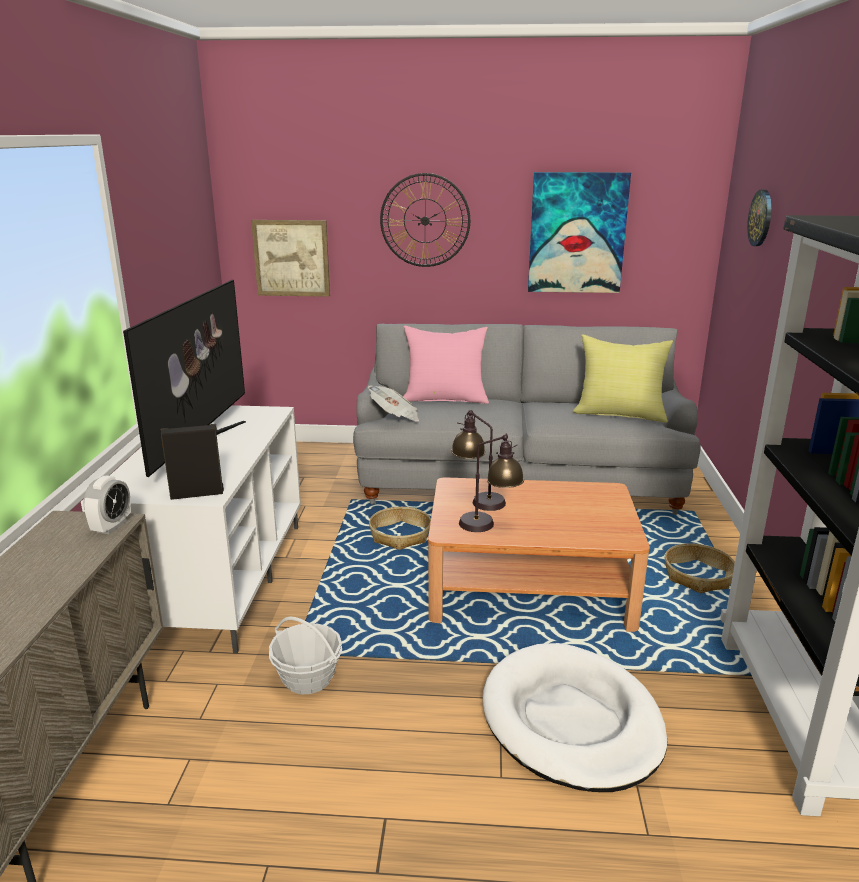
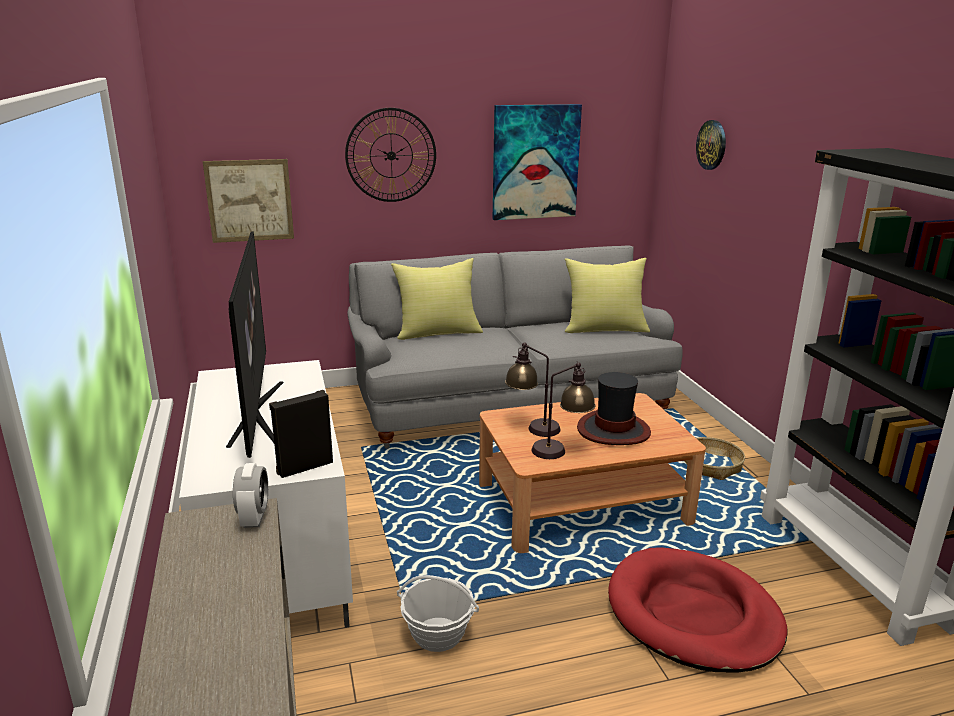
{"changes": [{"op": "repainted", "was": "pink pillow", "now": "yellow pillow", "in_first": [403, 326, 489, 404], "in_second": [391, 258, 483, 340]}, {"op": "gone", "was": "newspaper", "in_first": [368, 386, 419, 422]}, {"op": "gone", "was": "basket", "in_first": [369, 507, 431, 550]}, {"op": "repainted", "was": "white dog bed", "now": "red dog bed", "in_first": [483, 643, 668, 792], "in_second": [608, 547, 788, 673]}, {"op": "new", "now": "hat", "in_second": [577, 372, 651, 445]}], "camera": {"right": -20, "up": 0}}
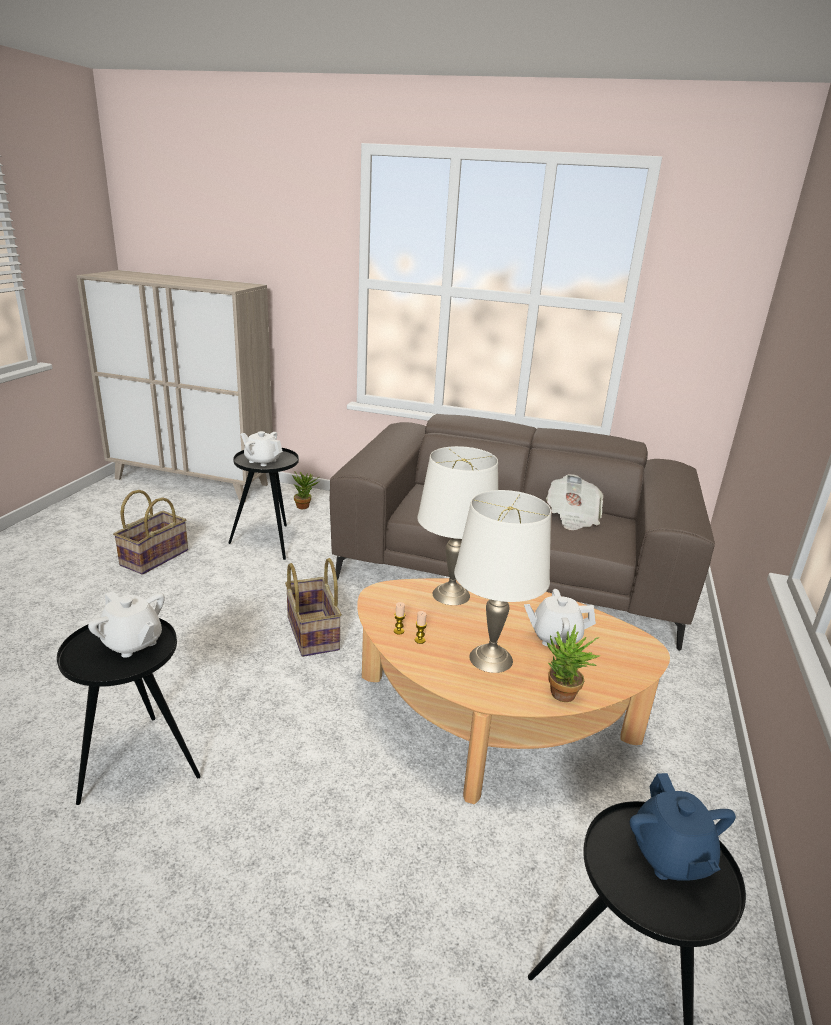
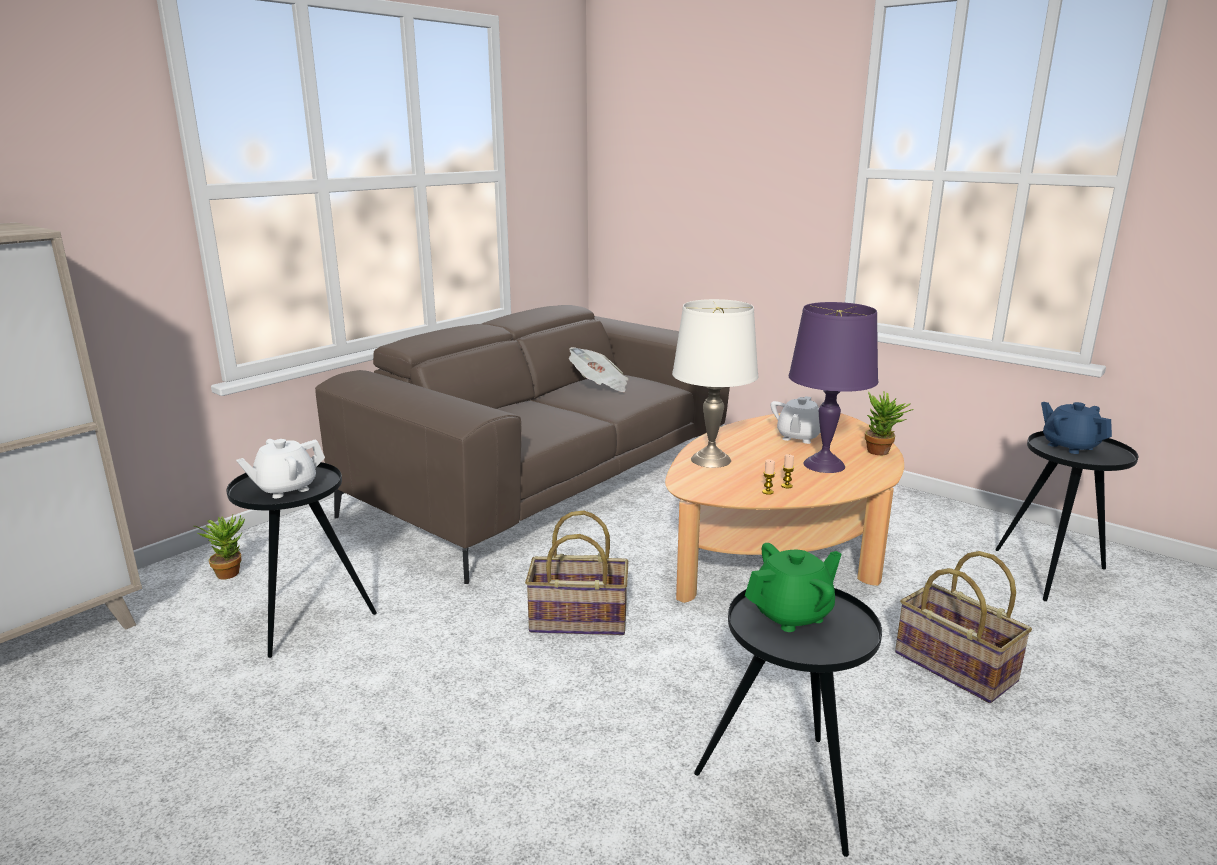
{"changes": [{"op": "shifted", "was": "basket", "in_first": [113, 490, 188, 575], "in_second": [895, 551, 1032, 703]}, {"op": "repainted", "was": "white table lamp", "now": "purple table lamp", "in_first": [454, 490, 551, 673], "in_second": [789, 302, 878, 473]}, {"op": "repainted", "was": "white teapot", "now": "green teapot", "in_first": [88, 591, 165, 658], "in_second": [745, 543, 841, 632]}, {"op": "rotated", "was": "blue teapot", "in_first": [630, 773, 736, 881], "in_second": [1041, 402, 1112, 454], "clockwise": -135}], "camera": {"right": -65, "up": -5}}
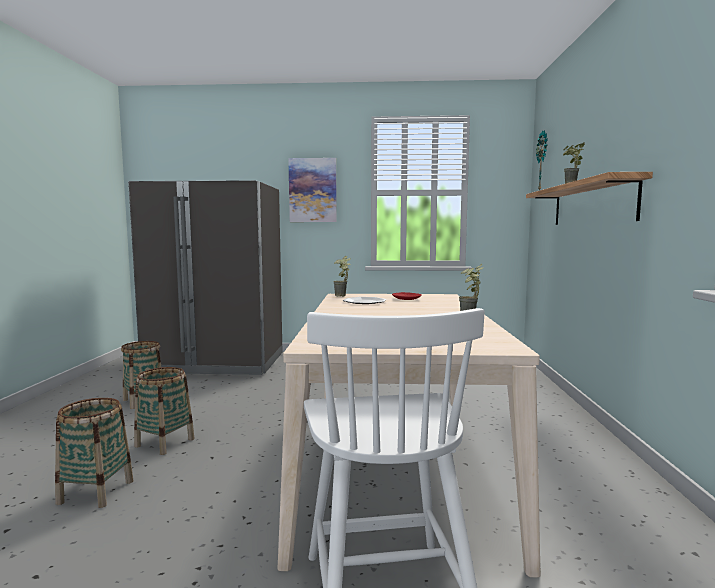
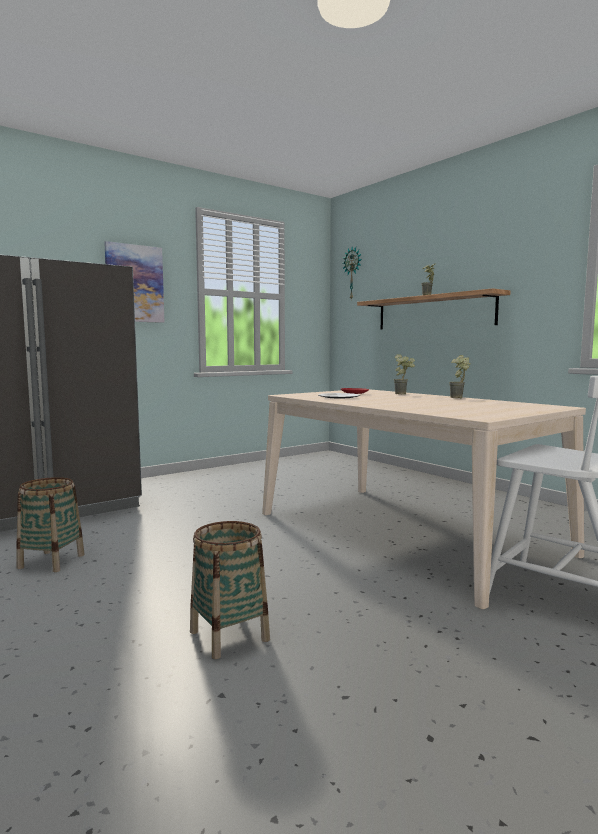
{"changes": [{"op": "shifted", "was": "potted plant", "in_first": [333, 256, 351, 296], "in_second": [394, 354, 415, 394]}, {"op": "gone", "was": "basket", "in_first": [134, 367, 195, 455]}], "camera": {"right": -40, "up": 0}}
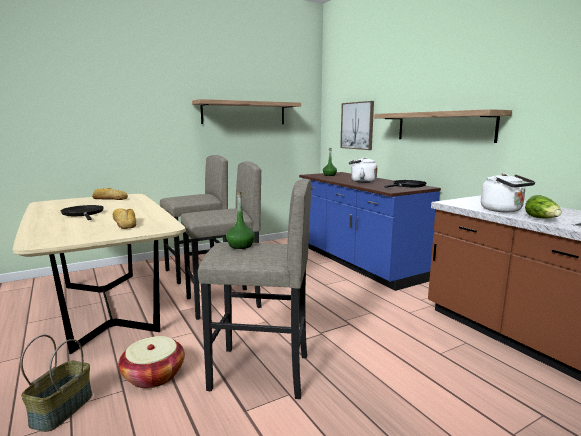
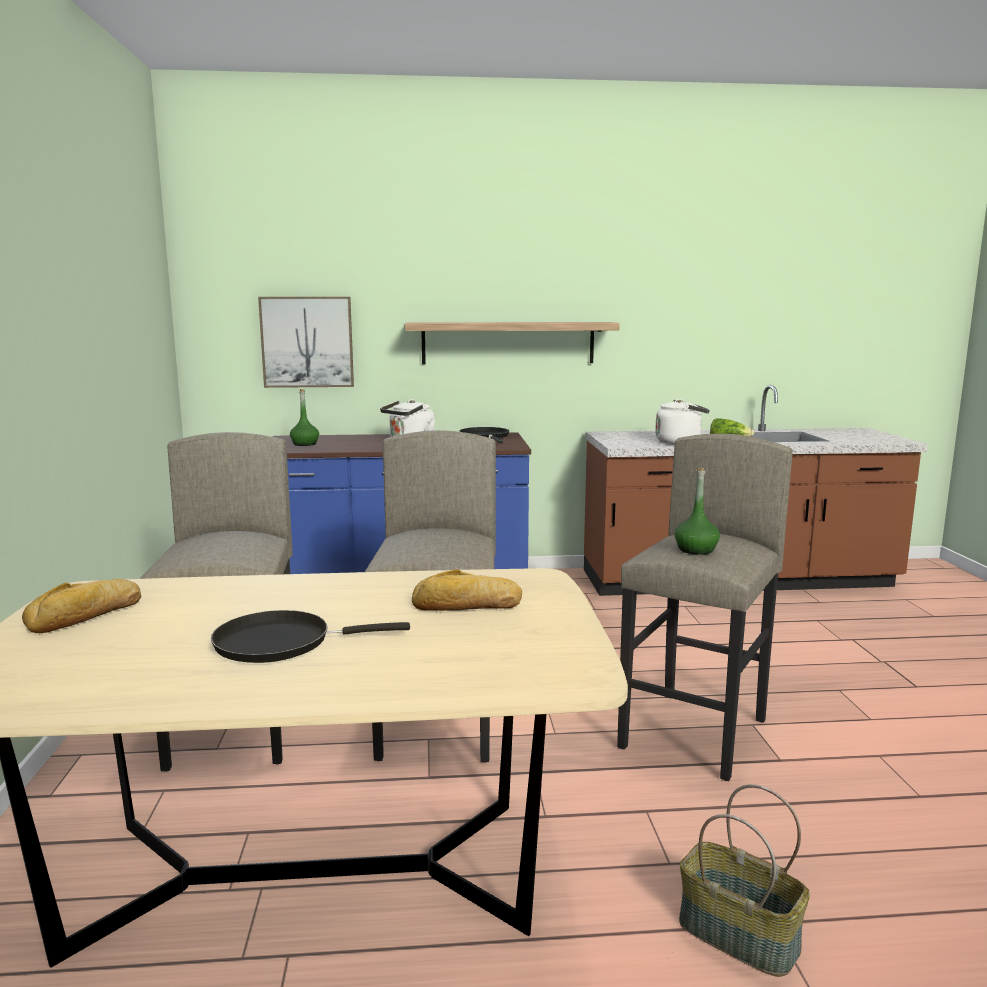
{"changes": [{"op": "gone", "was": "shelf", "in_first": [192, 99, 301, 124]}, {"op": "gone", "was": "basket", "in_first": [118, 336, 185, 388]}], "camera": {"right": -65, "up": 0}}
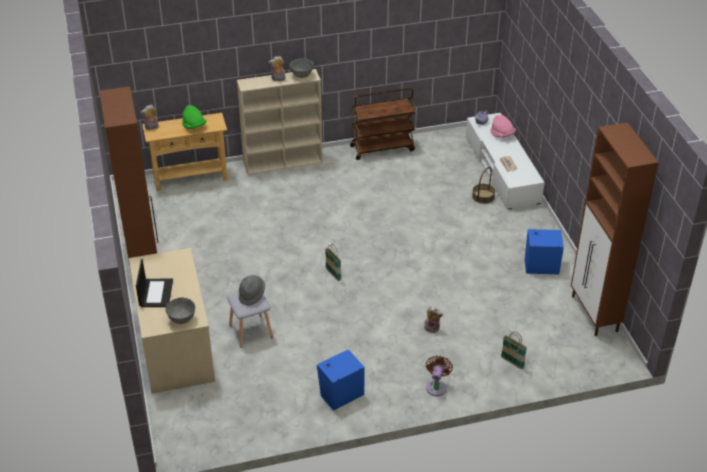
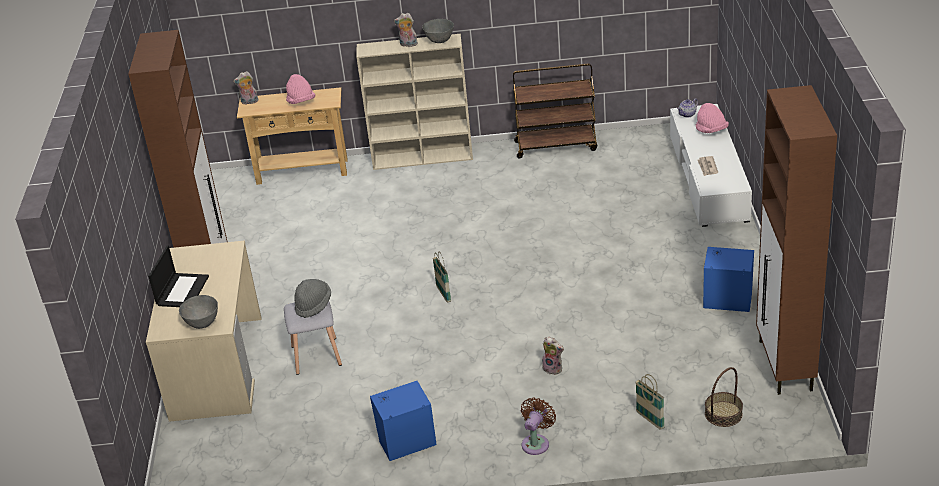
{"changes": [{"op": "repainted", "was": "green hat", "now": "pink hat", "in_first": [182, 105, 206, 129], "in_second": [286, 74, 316, 104]}, {"op": "shifted", "was": "basket", "in_first": [472, 167, 495, 204], "in_second": [705, 367, 743, 427]}], "camera": {"right": 15, "up": -5}}
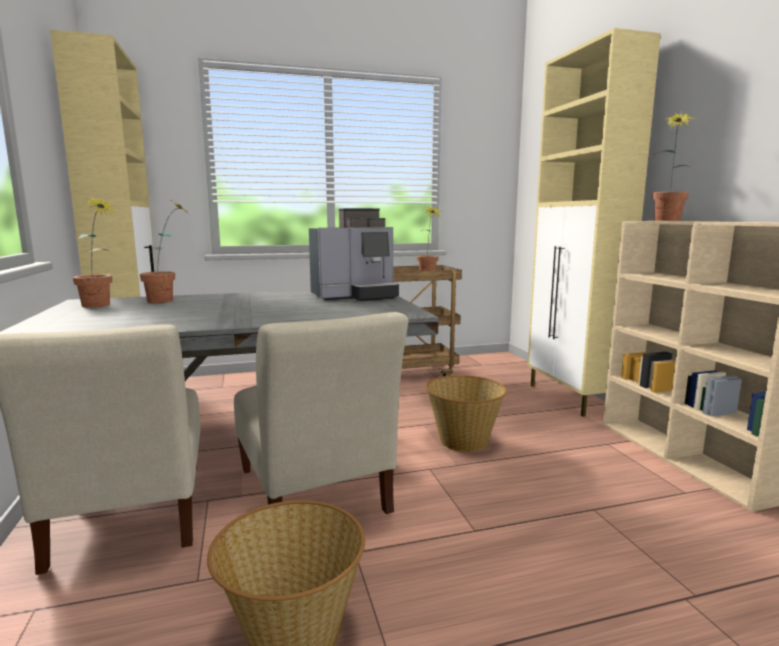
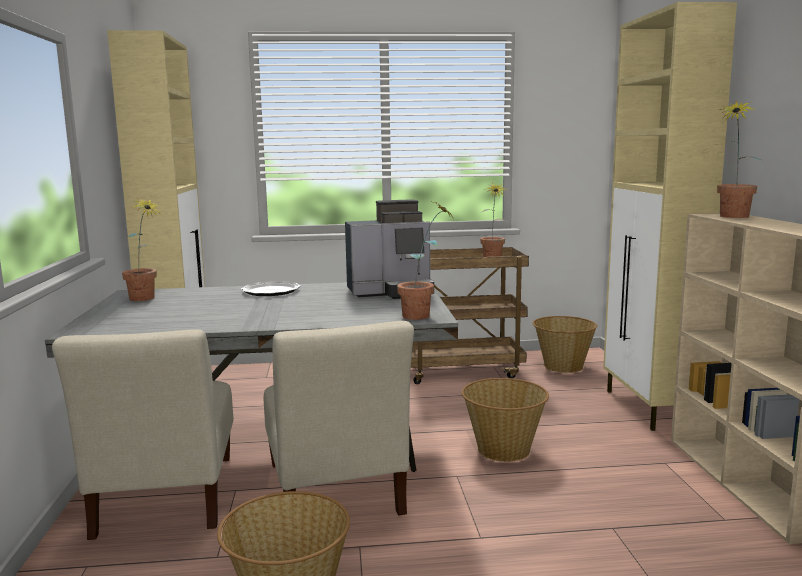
{"changes": [{"op": "shifted", "was": "potted plant", "in_first": [140, 200, 187, 303], "in_second": [397, 202, 453, 320]}, {"op": "new", "now": "plate", "in_second": [241, 281, 301, 296]}, {"op": "new", "now": "basket", "in_second": [532, 316, 597, 373]}], "camera": {"right": 10, "up": 0}}
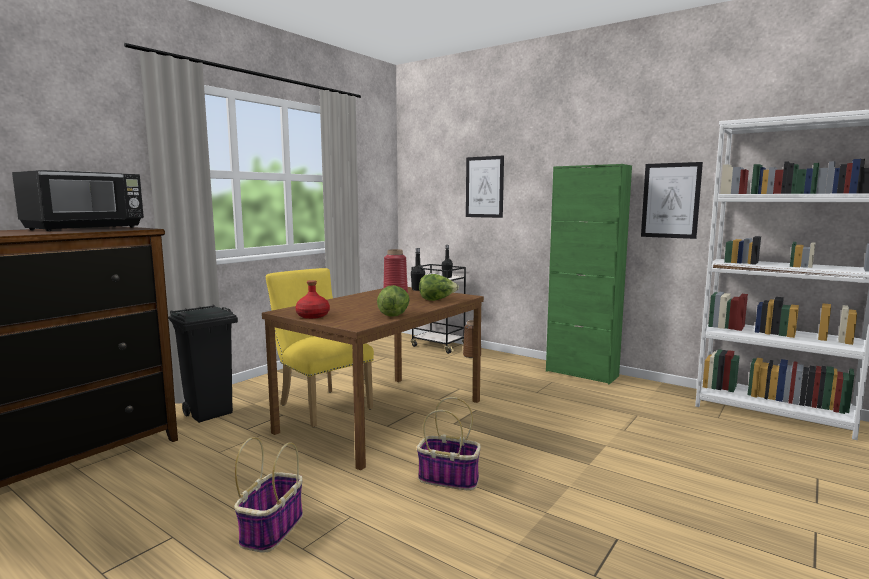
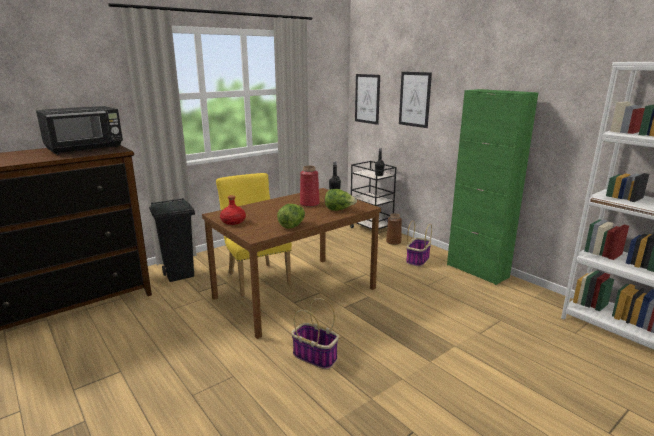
{"changes": [{"op": "shifted", "was": "picture", "in_first": [641, 162, 703, 239], "in_second": [355, 74, 380, 125]}, {"op": "shifted", "was": "basket", "in_first": [234, 437, 303, 553], "in_second": [406, 220, 432, 267]}], "camera": {"right": 15, "up": 10}}
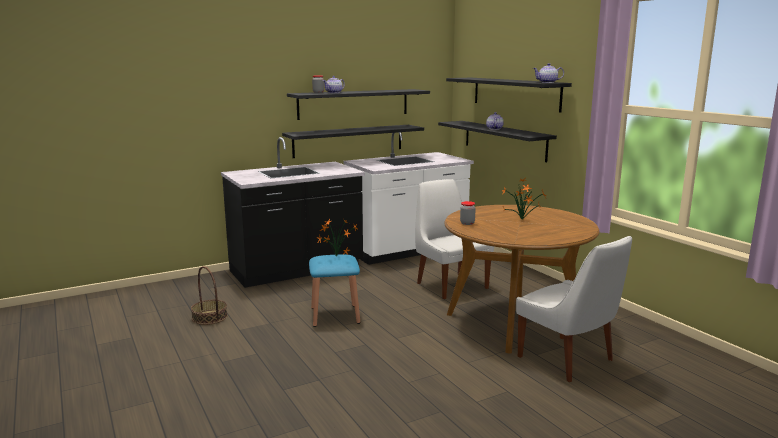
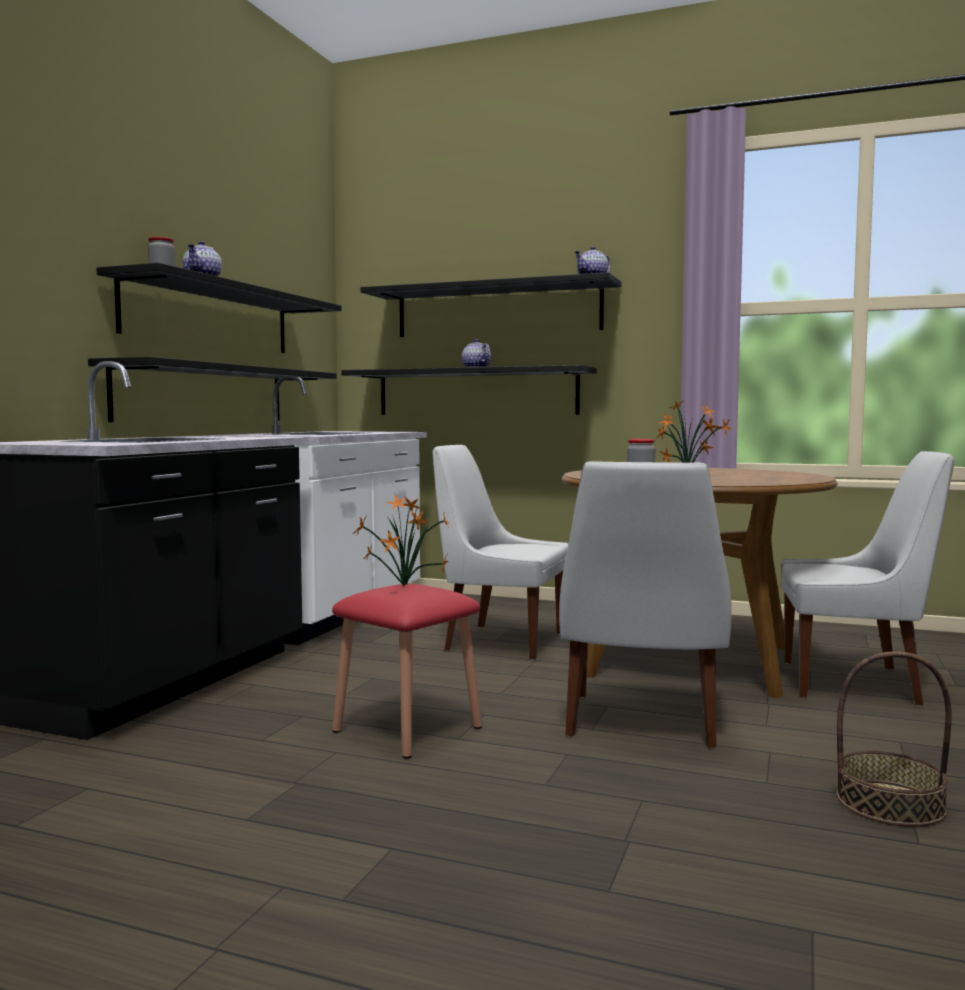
{"changes": [{"op": "repainted", "was": "blue stool", "now": "red stool", "in_first": [309, 254, 360, 327], "in_second": [332, 584, 482, 759]}, {"op": "shifted", "was": "basket", "in_first": [191, 266, 228, 325], "in_second": [836, 652, 952, 827]}, {"op": "new", "now": "white chair", "in_second": [559, 461, 732, 748]}], "camera": {"right": -40, "up": -10}}
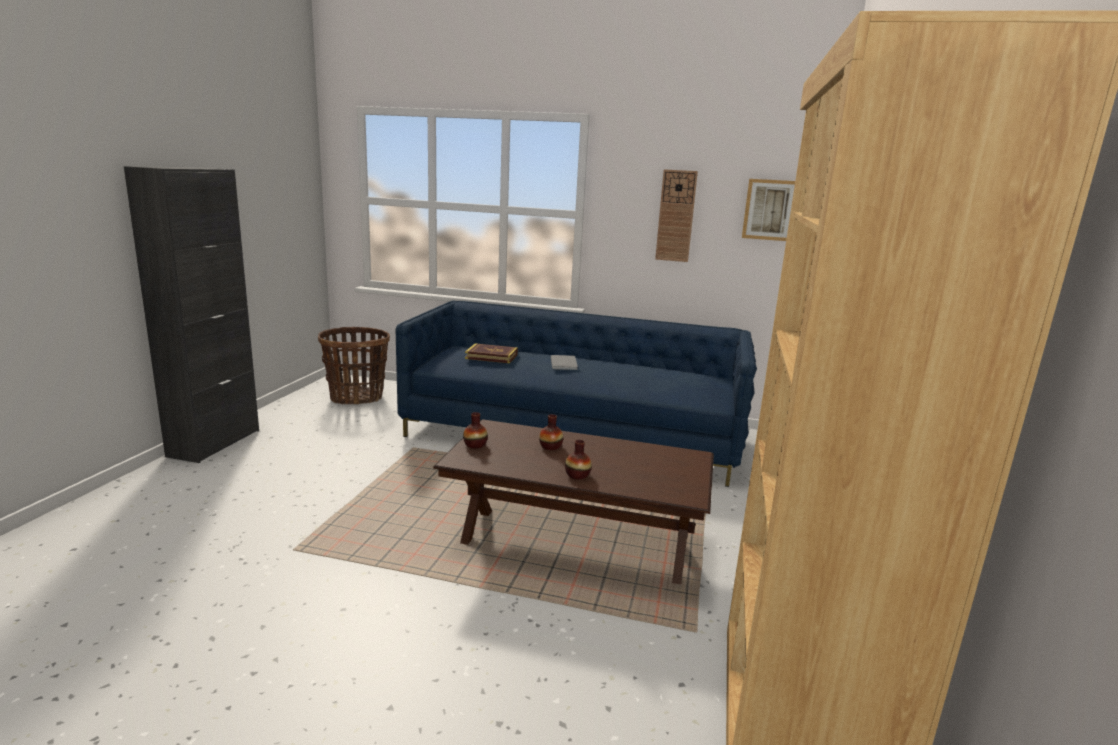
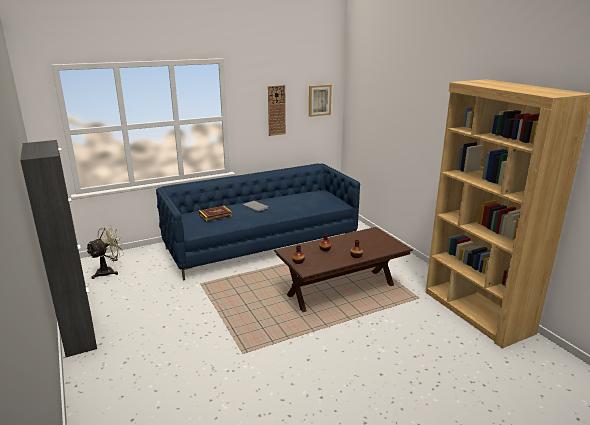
{"changes": [{"op": "swapped", "was": "basket", "now": "beige fan", "in_first": [318, 327, 390, 404], "in_second": [86, 225, 125, 279]}], "camera": {"right": -40, "up": 5}}
